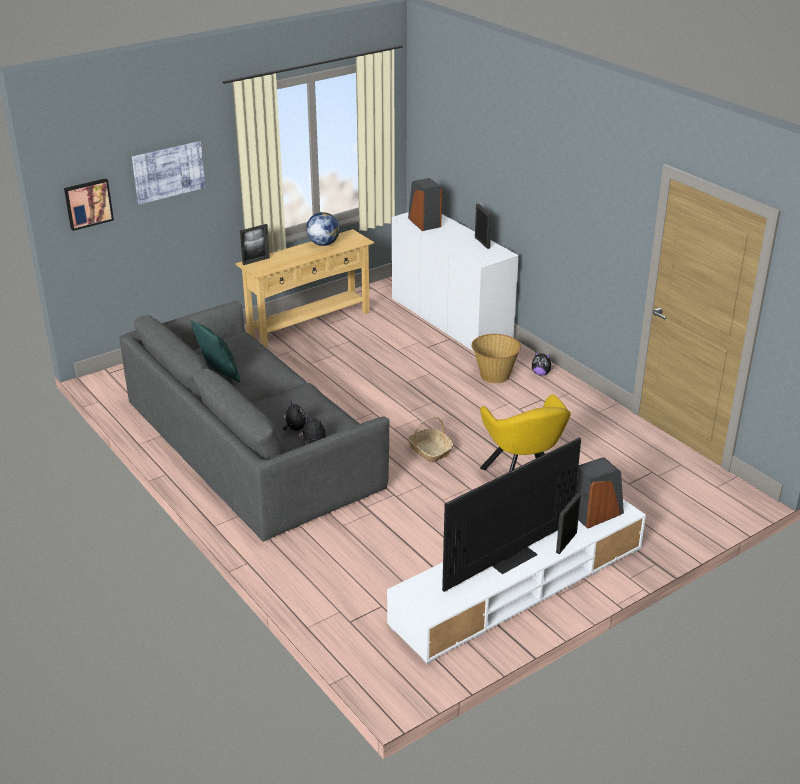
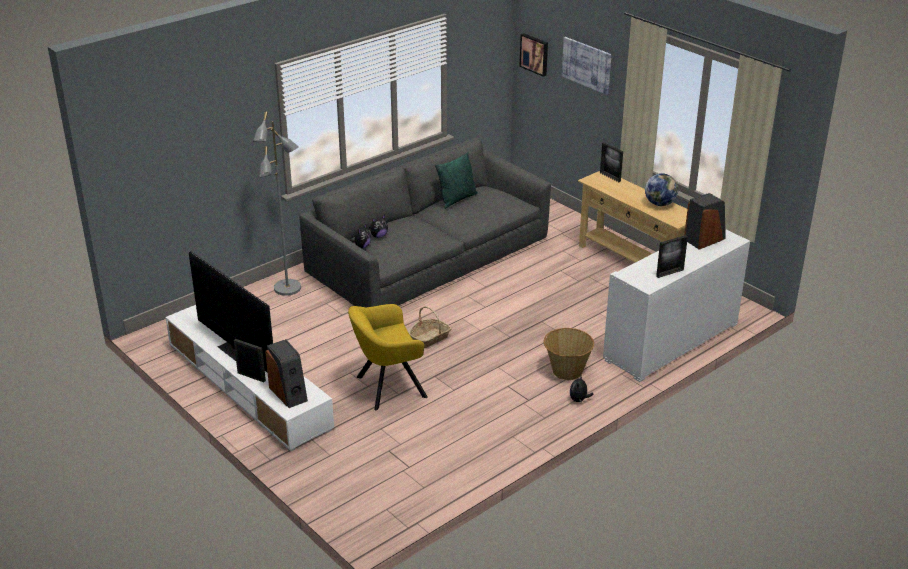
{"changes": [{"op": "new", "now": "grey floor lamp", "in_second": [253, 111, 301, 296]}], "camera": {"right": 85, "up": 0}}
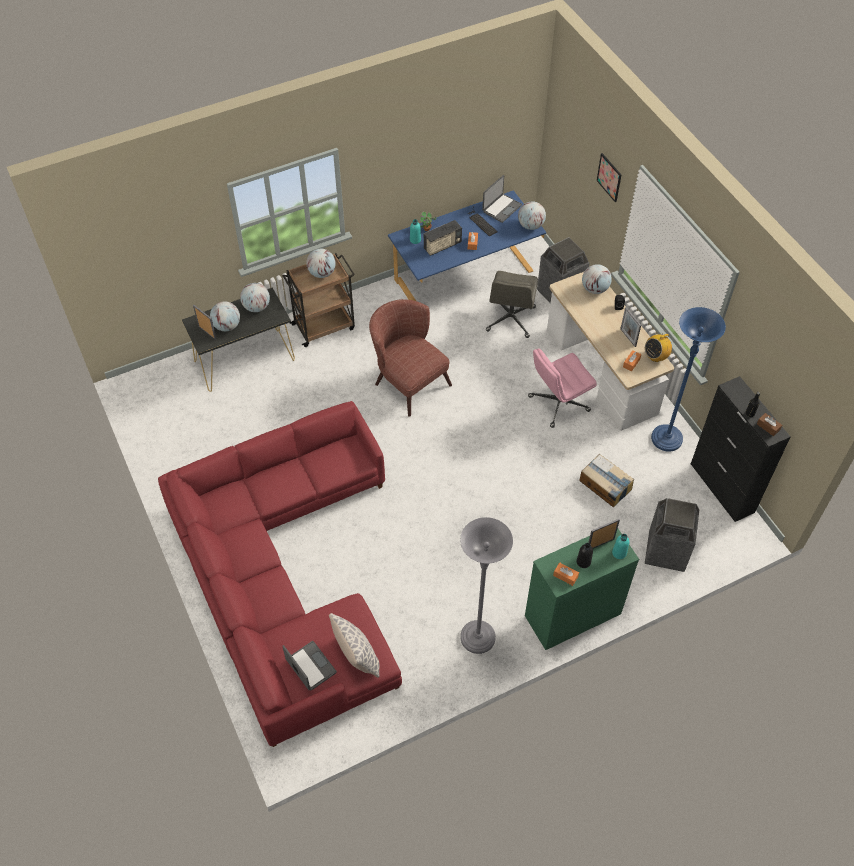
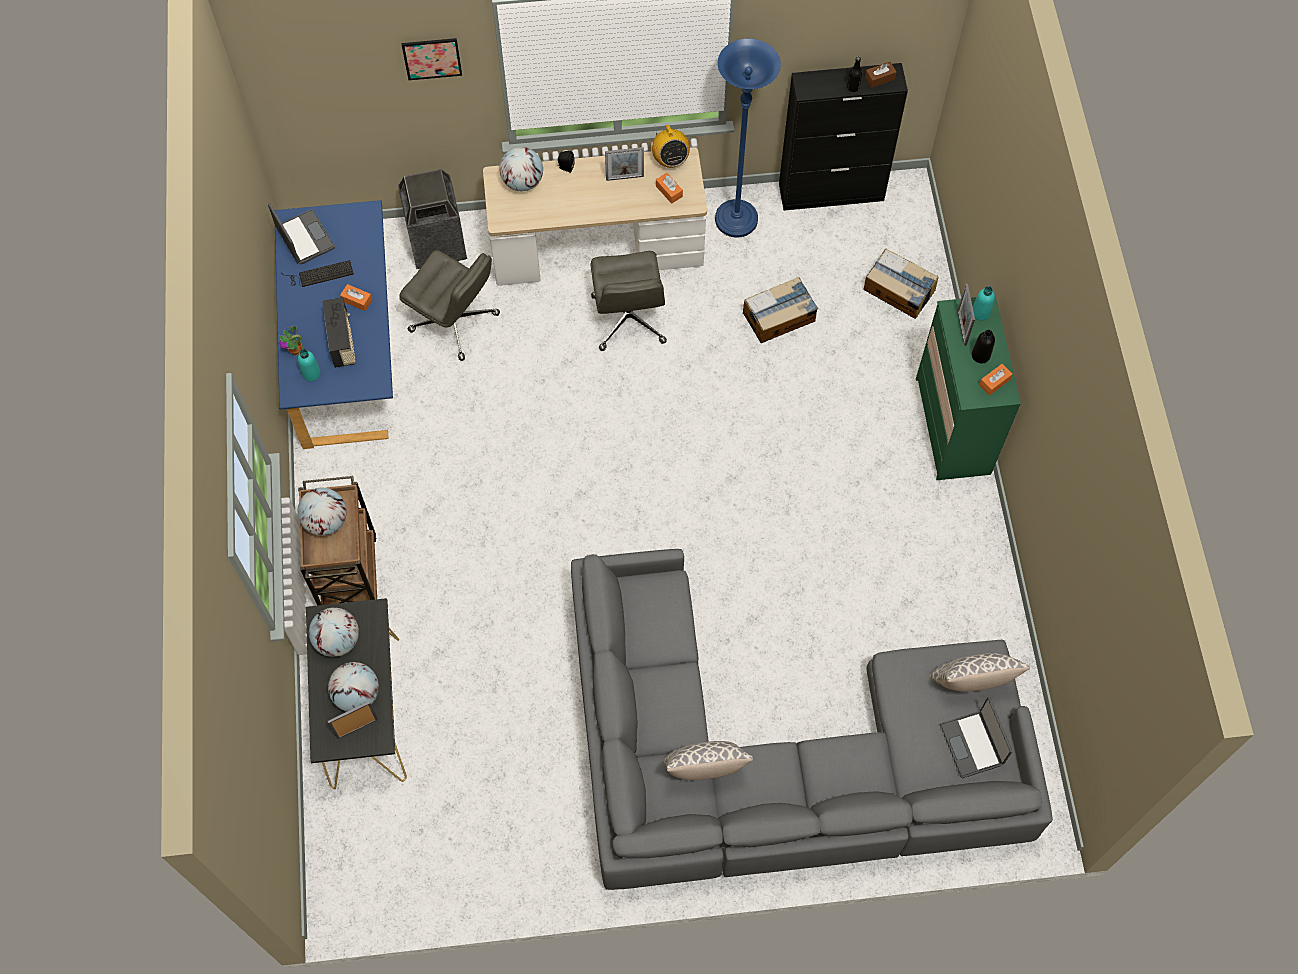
{"changes": [{"op": "gone", "was": "globe", "in_first": [518, 201, 546, 230]}, {"op": "gone", "was": "brown armchair", "in_first": [369, 299, 452, 417]}, {"op": "repainted", "was": "pink office chair", "now": "grey office chair", "in_first": [528, 348, 597, 428], "in_second": [591, 251, 667, 351]}, {"op": "repainted", "was": "red sofa", "now": "grey sofa", "in_first": [158, 401, 402, 747], "in_second": [571, 549, 1053, 890]}, {"op": "swapped", "was": "trash can", "now": "cardboard box", "in_first": [645, 498, 700, 572], "in_second": [863, 249, 939, 319]}, {"op": "gone", "was": "grey floor lamp", "in_first": [460, 517, 513, 654]}, {"op": "rotated", "was": "laptop", "in_first": [282, 641, 337, 690], "in_second": [940, 697, 1013, 778], "clockwise": -90}, {"op": "new", "now": "pillow", "in_second": [663, 741, 753, 780]}], "camera": {"right": -70, "up": 10}}
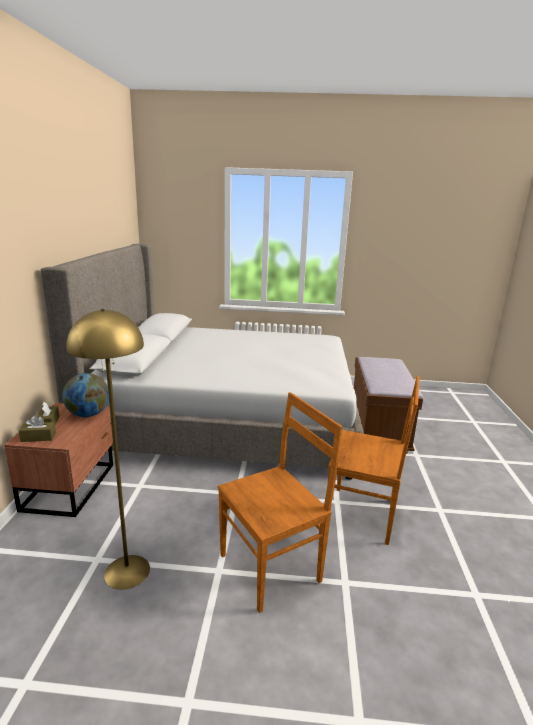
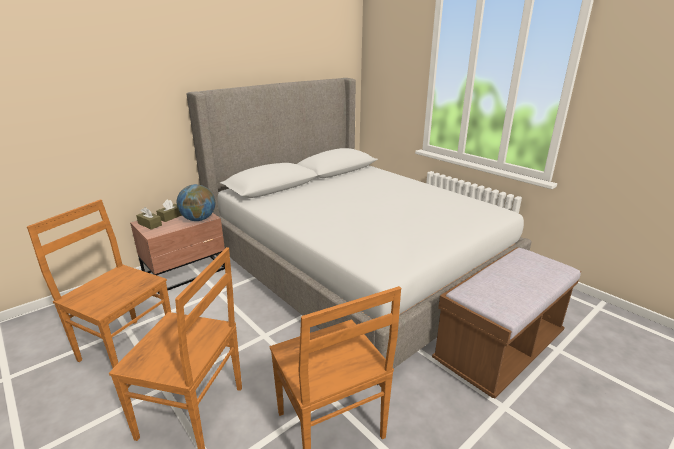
{"changes": [{"op": "swapped", "was": "yellow floor lamp", "now": "brown chair", "in_first": [67, 309, 150, 590], "in_second": [27, 200, 171, 368]}], "camera": {"right": 45, "up": 5}}
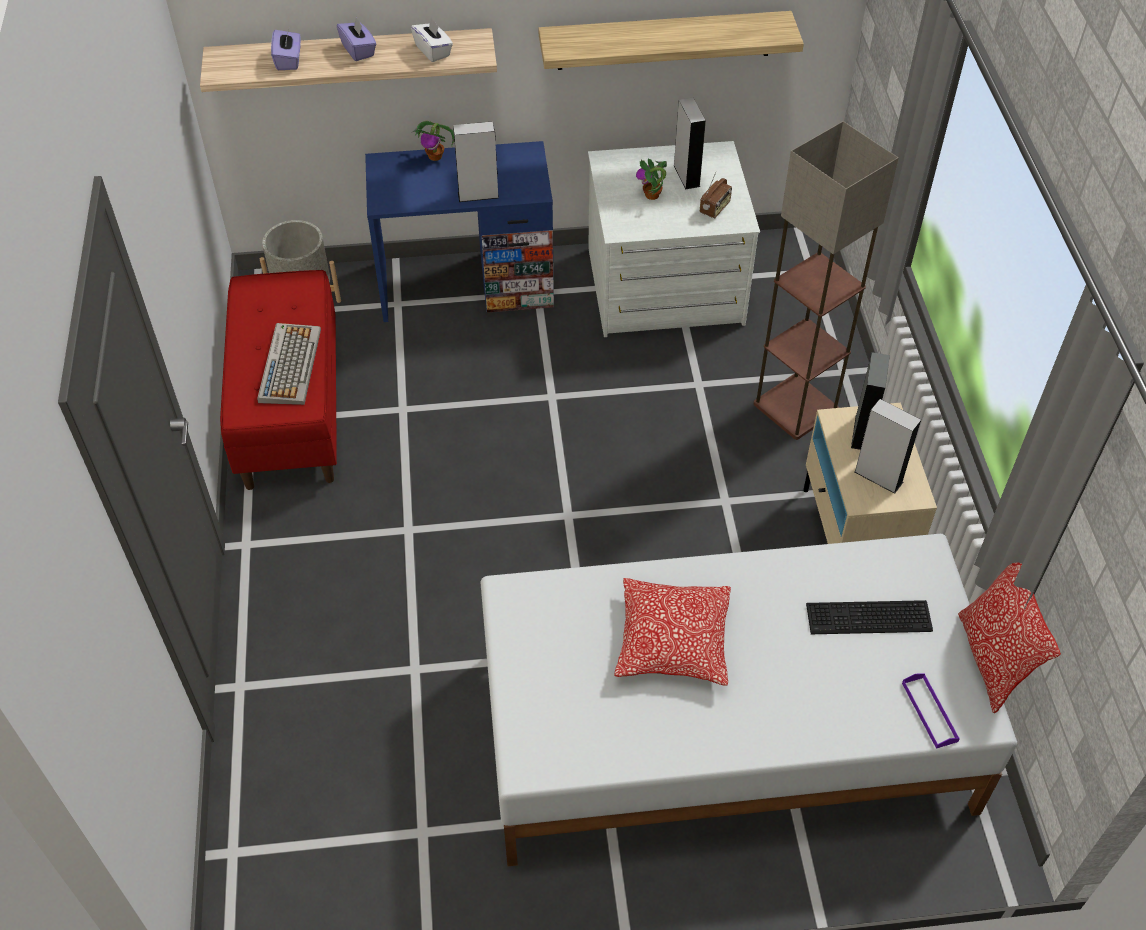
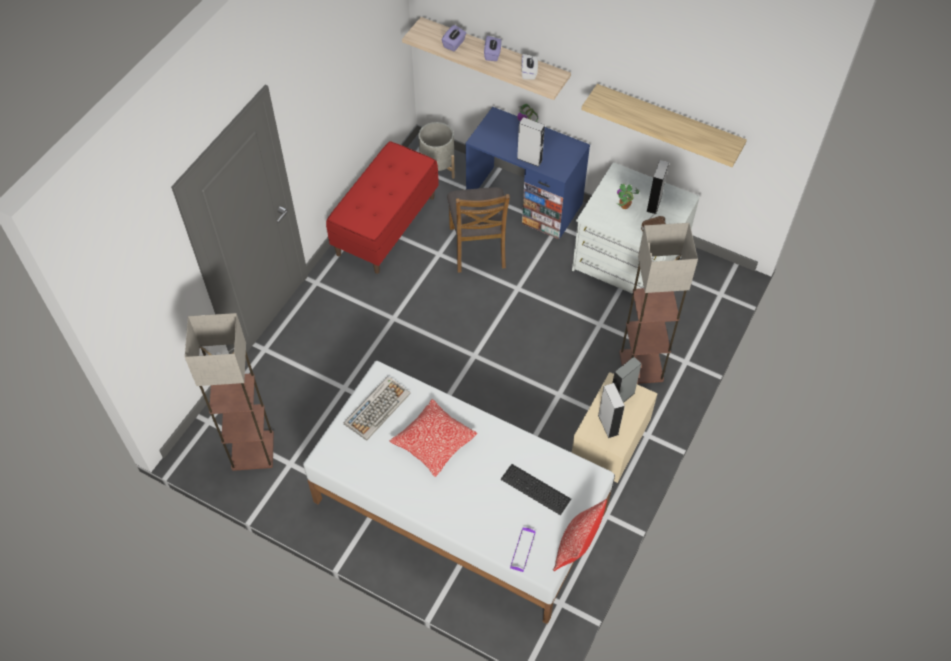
{"changes": [{"op": "shifted", "was": "keyboard", "in_first": [257, 323, 321, 405], "in_second": [344, 376, 410, 441]}, {"op": "new", "now": "brown chair", "in_second": [447, 187, 510, 273]}, {"op": "new", "now": "floor lamp", "in_second": [185, 313, 274, 471]}], "camera": {"right": 35, "up": 5}}
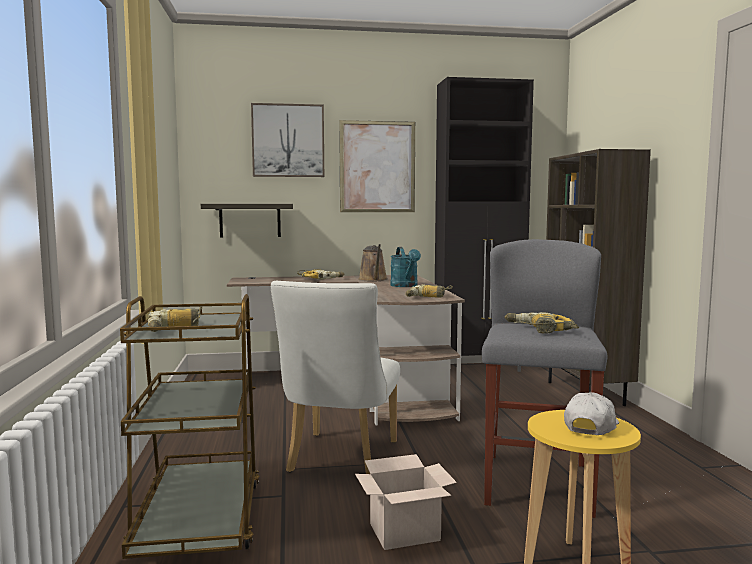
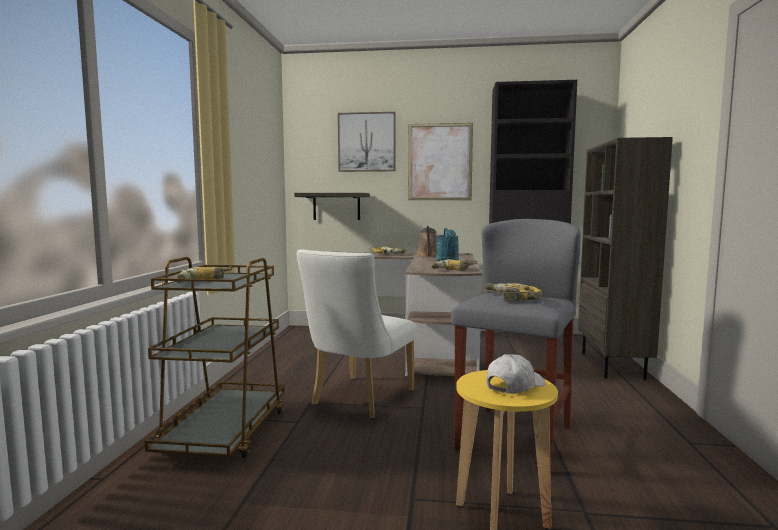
{"changes": [{"op": "gone", "was": "cardboard box", "in_first": [355, 454, 457, 550]}], "camera": {"right": 15, "up": 0}}
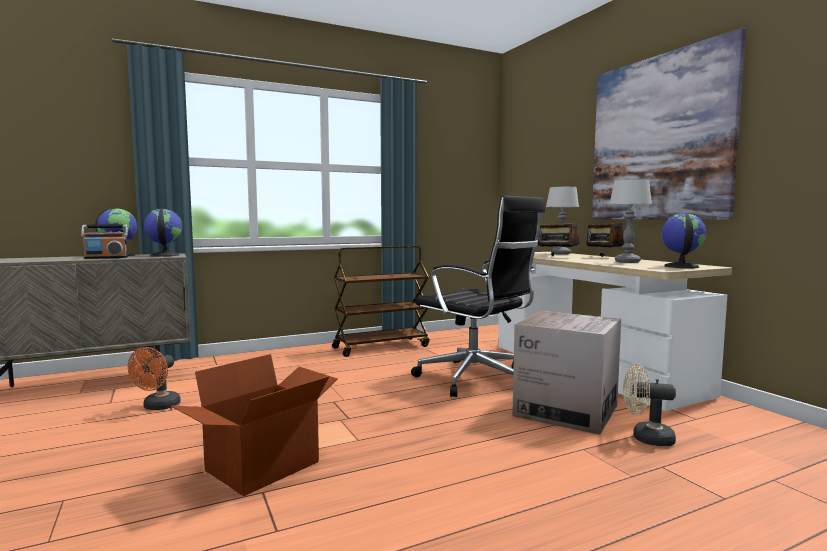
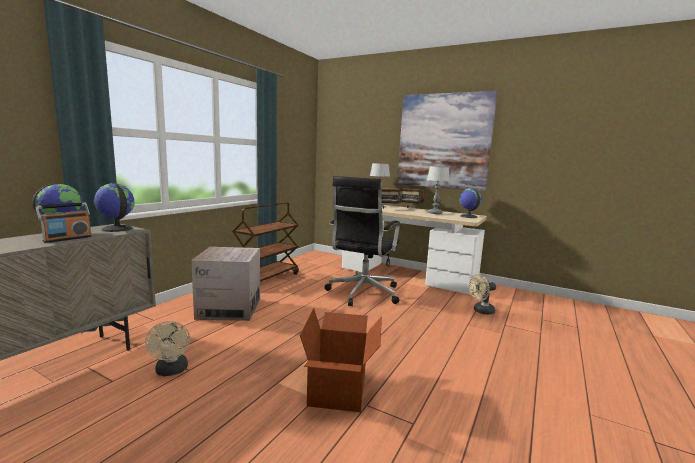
{"changes": [{"op": "rotated", "was": "black office chair", "in_first": [411, 196, 545, 397], "in_second": [325, 176, 400, 306], "clockwise": 105}, {"op": "shifted", "was": "cardboard box", "in_first": [512, 311, 621, 435], "in_second": [191, 247, 260, 321]}, {"op": "repainted", "was": "orange fan", "now": "beige fan", "in_first": [128, 347, 181, 410], "in_second": [145, 321, 190, 376]}], "camera": {"right": -35, "up": 5}}
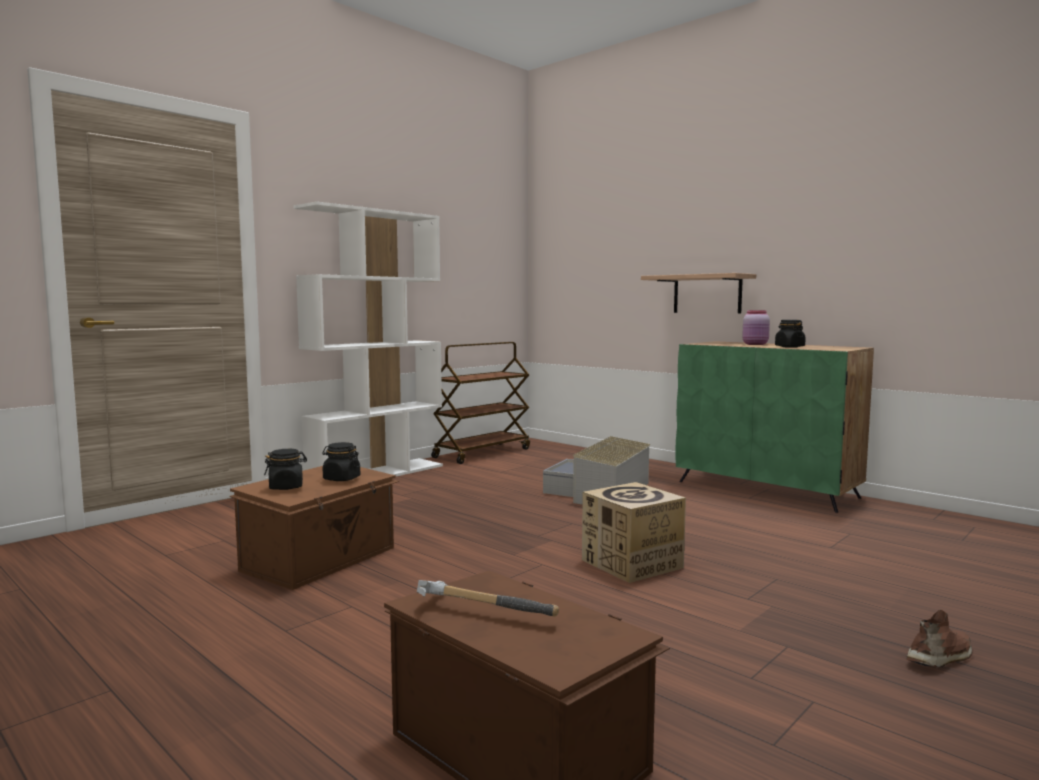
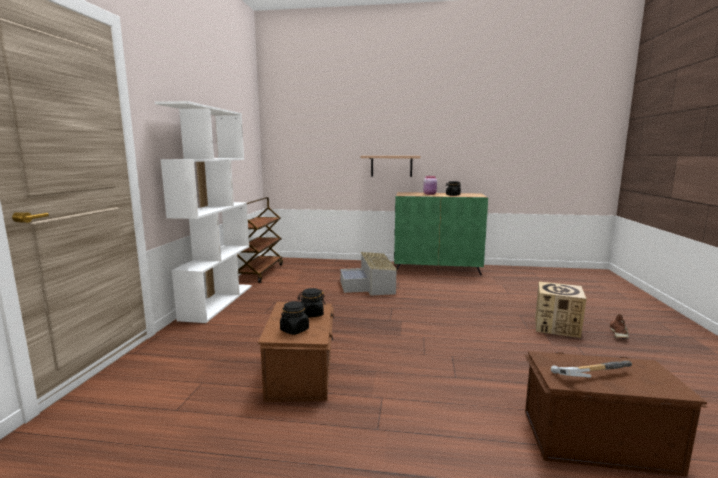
{"changes": [{"op": "shifted", "was": "cardboard box", "in_first": [582, 482, 686, 583], "in_second": [535, 281, 587, 338]}], "camera": {"right": -35, "up": 5}}
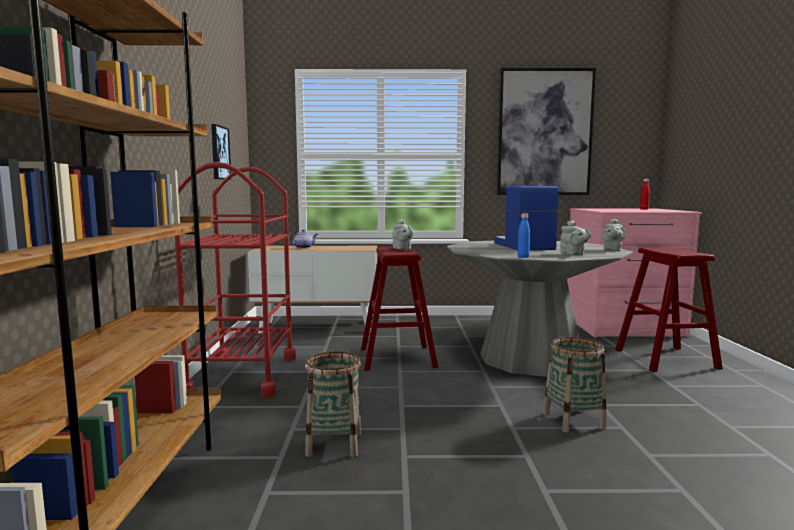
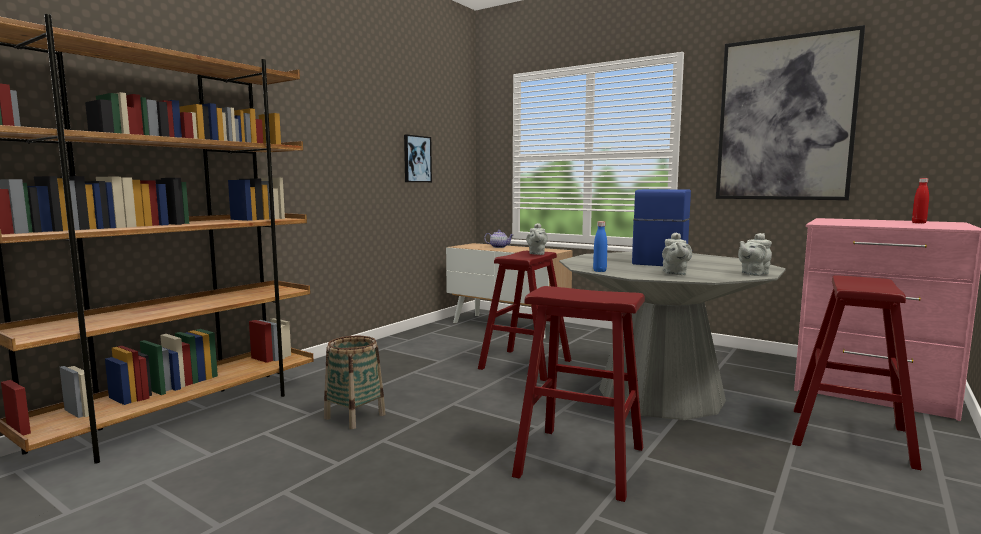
{"changes": [{"op": "gone", "was": "red cart", "in_first": [175, 162, 296, 398]}, {"op": "swapped", "was": "basket", "now": "red stool", "in_first": [543, 337, 606, 433], "in_second": [512, 286, 645, 502]}], "camera": {"right": 35, "up": 0}}
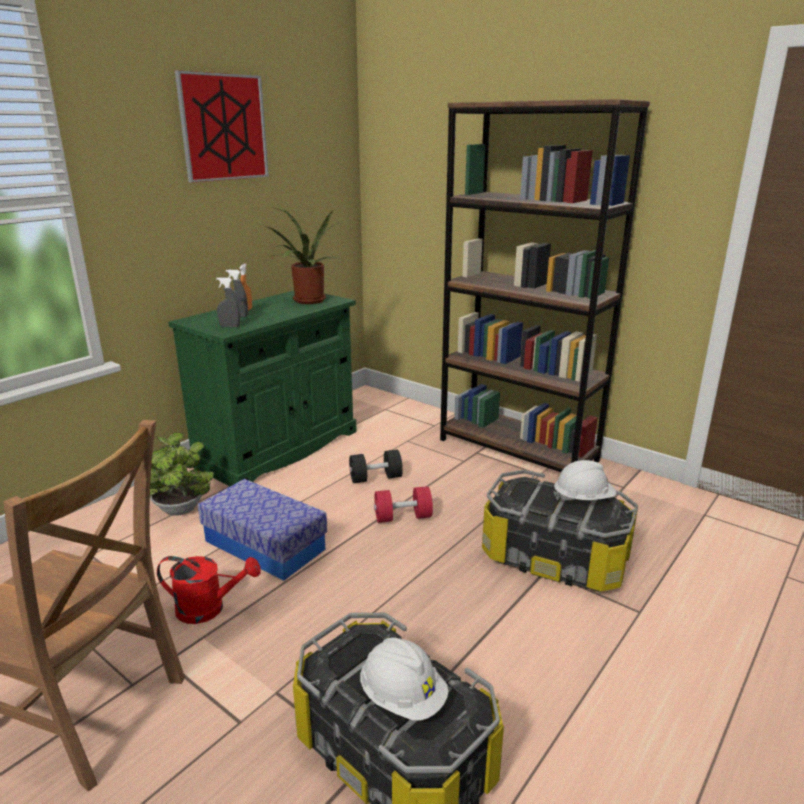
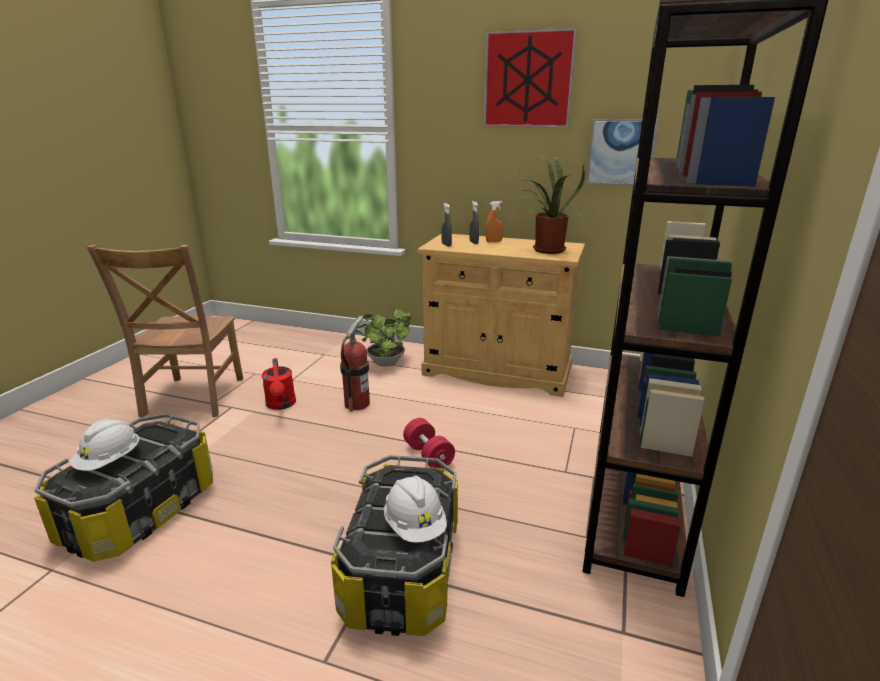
{"changes": [{"op": "repainted", "was": "green cabinet", "now": "beige cabinet", "in_first": [168, 291, 357, 486], "in_second": [418, 234, 585, 397]}, {"op": "gone", "was": "black dumbbell", "in_first": [349, 450, 403, 483]}, {"op": "swapped", "was": "storage box", "now": "fire extinguisher", "in_first": [198, 479, 327, 581], "in_second": [340, 316, 370, 412]}, {"op": "new", "now": "picture", "in_second": [586, 119, 659, 185]}], "camera": {"right": 70, "up": 0}}
